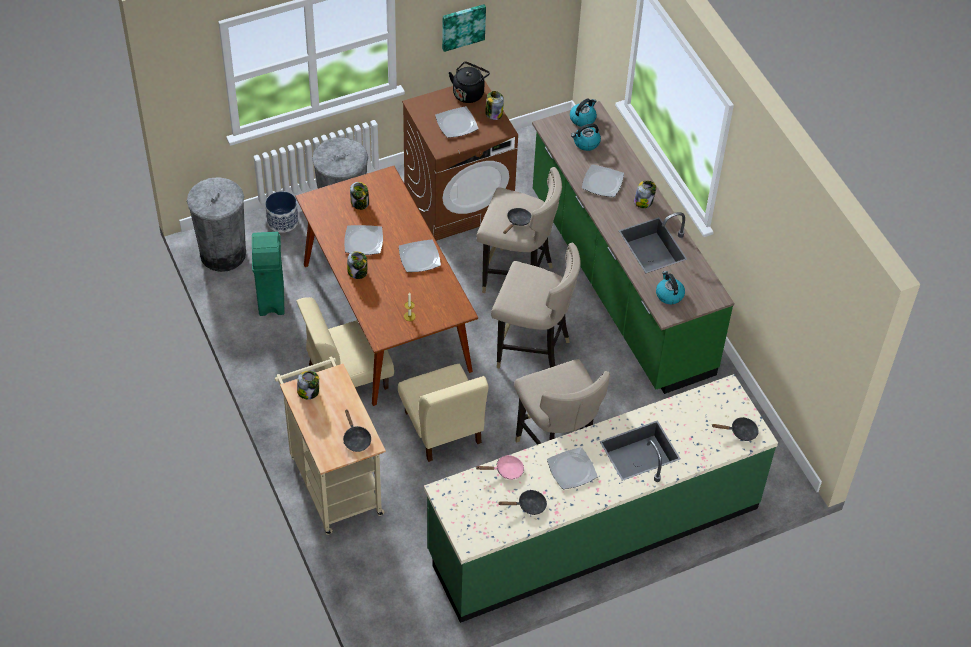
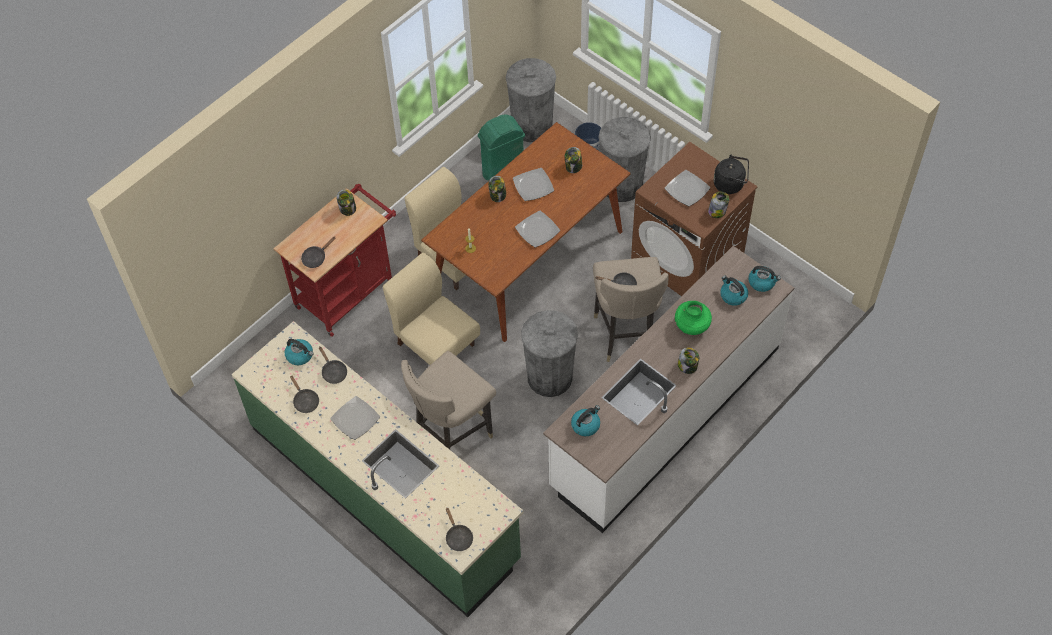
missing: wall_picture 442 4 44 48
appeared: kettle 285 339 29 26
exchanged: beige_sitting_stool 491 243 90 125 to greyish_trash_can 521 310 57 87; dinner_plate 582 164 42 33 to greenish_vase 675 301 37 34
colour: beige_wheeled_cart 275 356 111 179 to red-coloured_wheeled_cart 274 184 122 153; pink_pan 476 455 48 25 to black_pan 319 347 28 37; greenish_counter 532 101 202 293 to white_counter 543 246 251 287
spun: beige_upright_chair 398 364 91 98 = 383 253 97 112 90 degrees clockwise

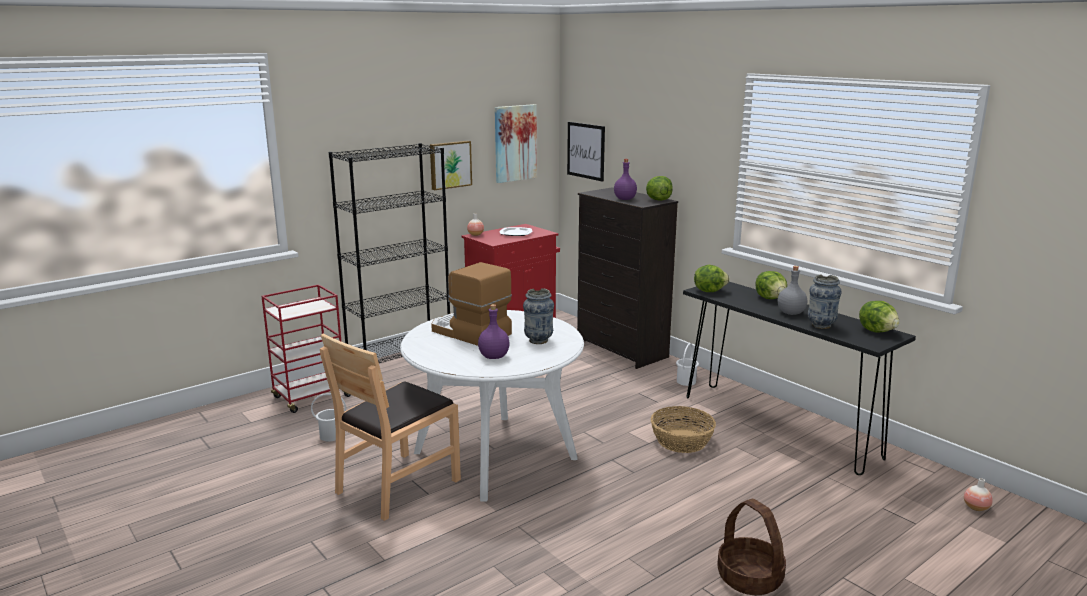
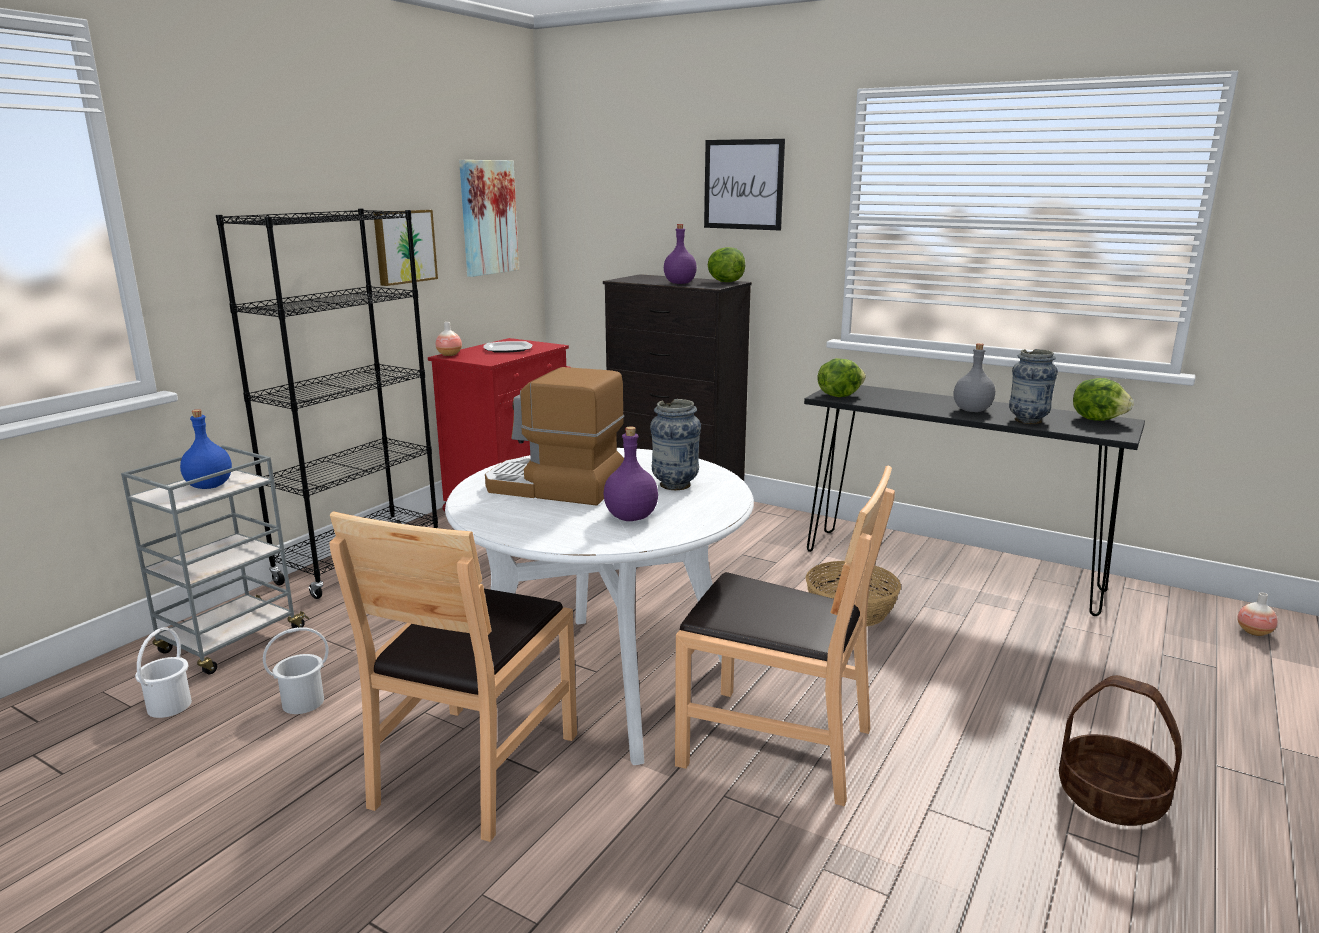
missing: lettuce 755 271 32 28
appeared: blue_bottle 180 409 52 80; brown_upright_chair 675 466 220 340
relocated: wall_picture 567 122 38 60 to 704 139 81 91; white_bucket 676 343 23 43 to 135 628 57 90
colour: red-coloured_wheeled_cart 261 284 90 129 to greyish_wheeled_cart 121 445 188 229

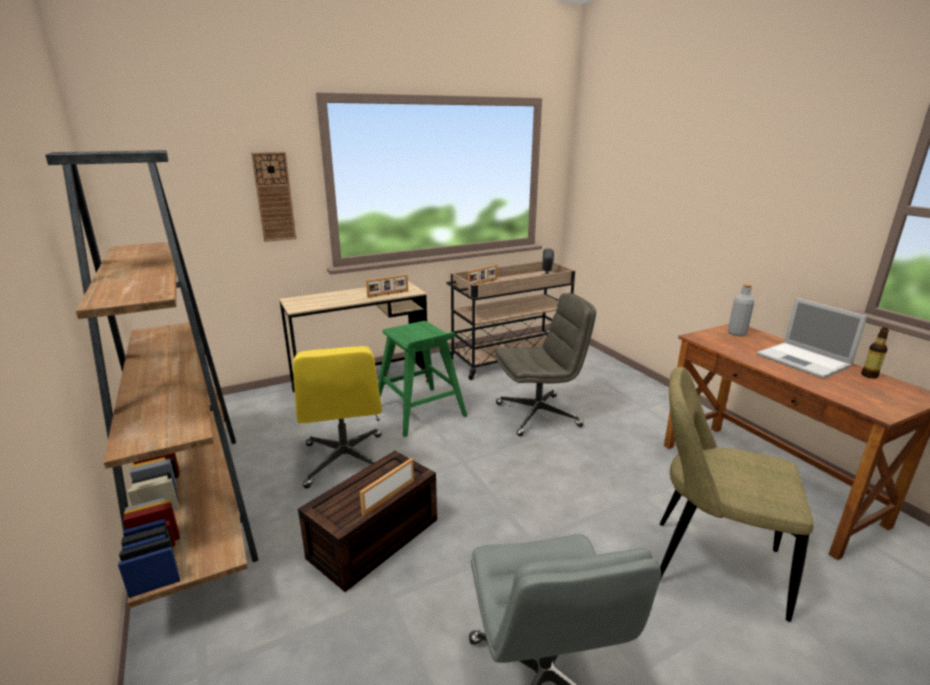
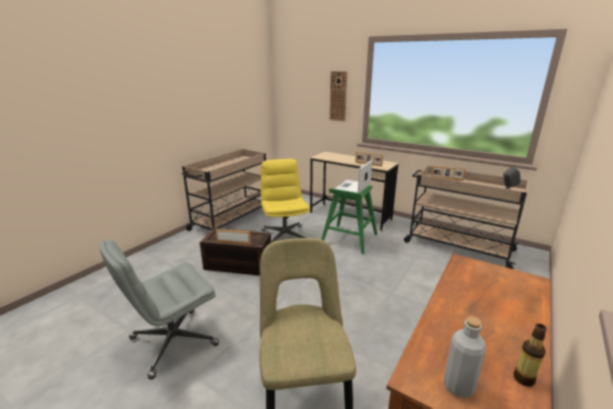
missing: greyish_desk_chair 495 293 101 143
relocated: greyish_bottle 728 284 26 52 to 444 316 42 82; notebook_computer 756 298 111 81 to 334 160 38 33
exchanged: brown_bookshelf 45 150 213 458 to beige_wheeled_cart 182 149 84 82
spun: yellow-coloured_desk_chair 293 346 89 142 = 261 159 49 84 120 degrees clockwise

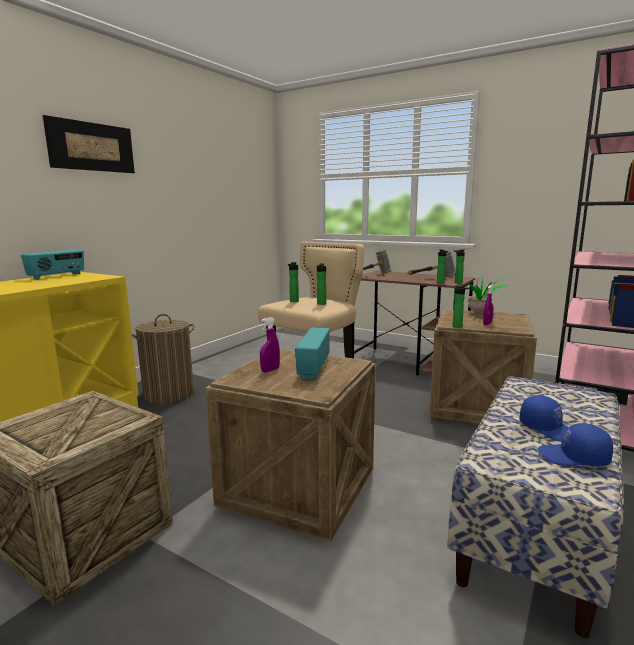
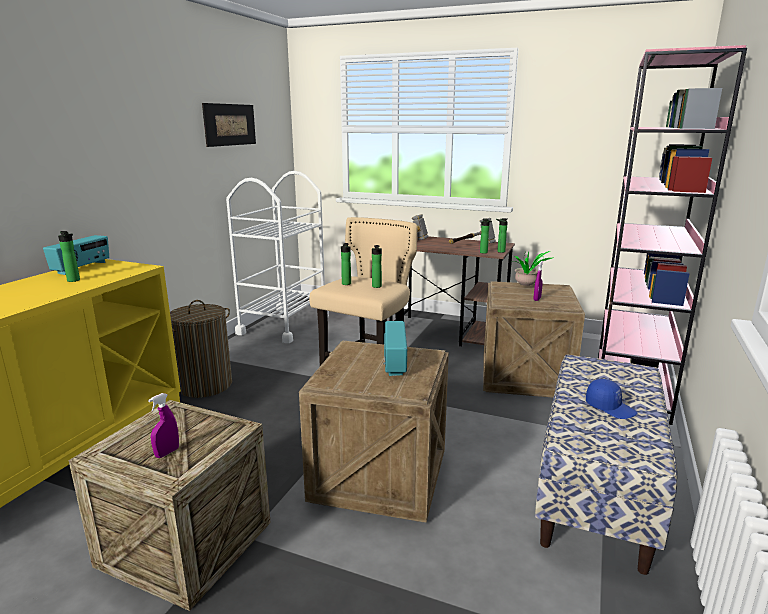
missing: blue_cap 538 423 75 44
appeared: white_wheeled_cart 226 171 103 172
relocated: wall_picture 43 115 92 58 to 202 103 54 44; purplish_hand_sprayer 260 317 20 56 to 148 393 31 65; bottle 452 285 17 43 to 58 231 22 51

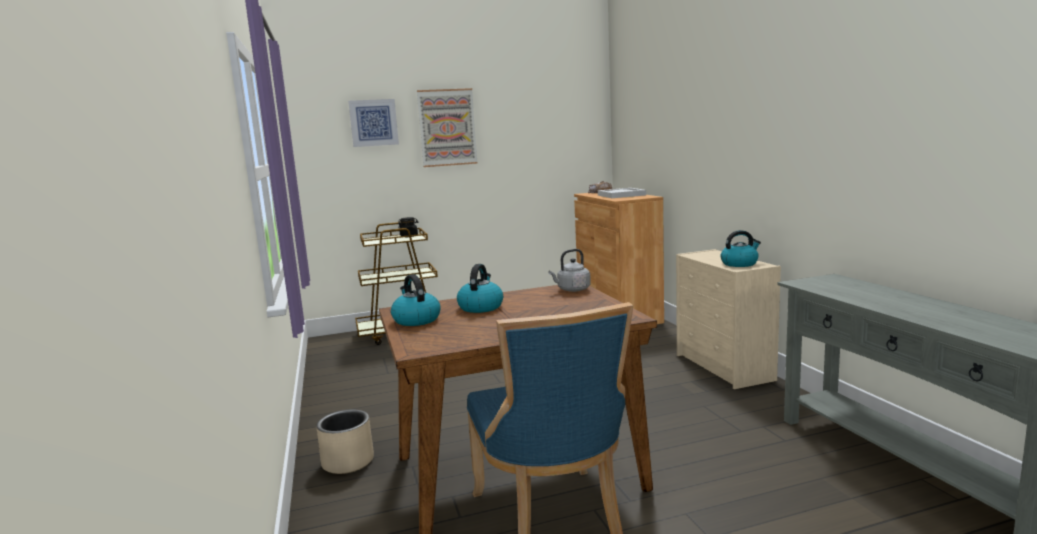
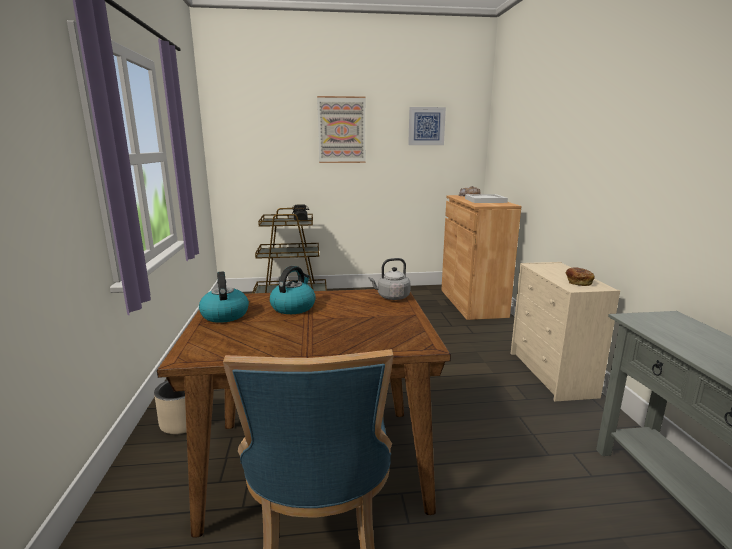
relocated: wall_picture 348 99 51 48 to 408 107 38 38
exchanged: kettle 721 230 40 37 to bakery_bread 566 267 29 19

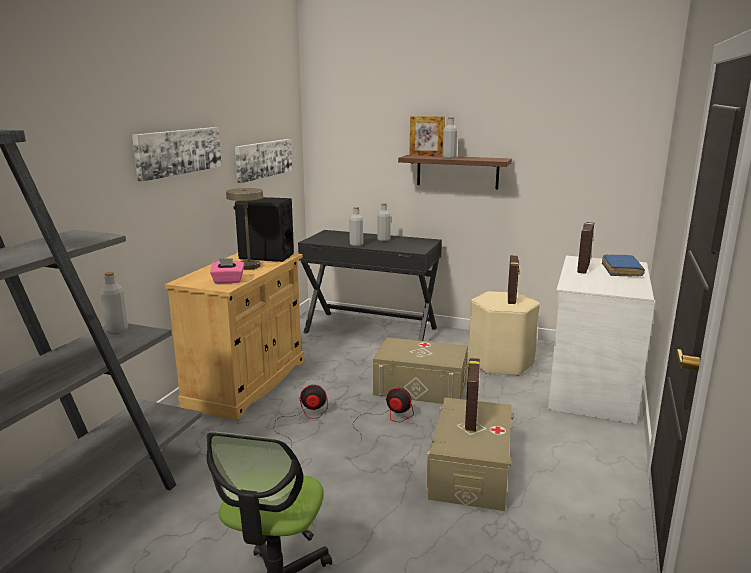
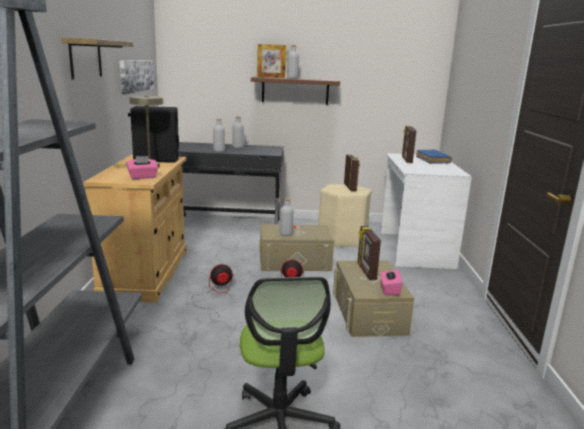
appeared: pink_tissue_box 380 269 23 26
relocated: greyish_bottle 100 272 28 61 to 280 198 14 38
exchanged: wall_picture 132 127 90 55 to shelf 61 37 72 42

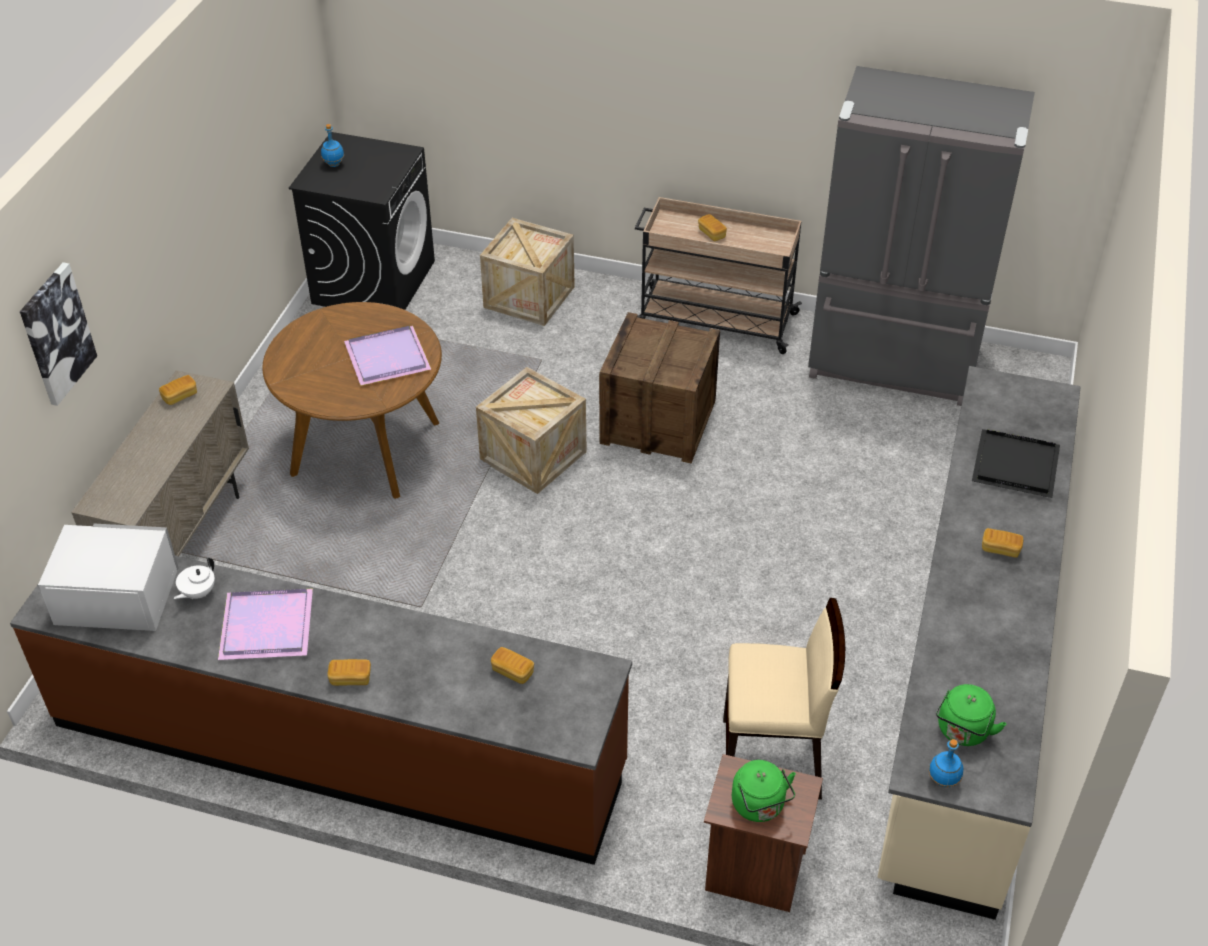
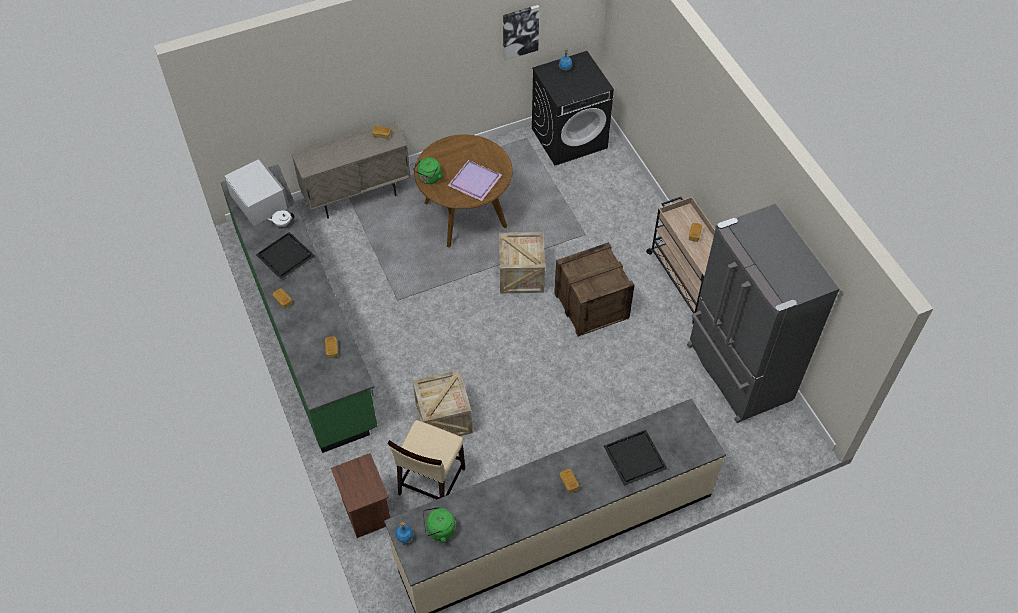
relocated: wall_picture 20 262 77 144 to 503 5 36 55; shipping_crate 480 218 95 108 to 413 370 60 66; greenish_kettle 732 760 64 62 to 413 158 31 26
colour: brown_counter 10 556 622 309 to greenish_counter 220 165 158 288; purplish_carrying_tray 218 588 95 72 to black_carrying_tray 256 232 59 47
spun: beige_upright_chair 723 598 122 201 = 388 420 77 79 60 degrees clockwise

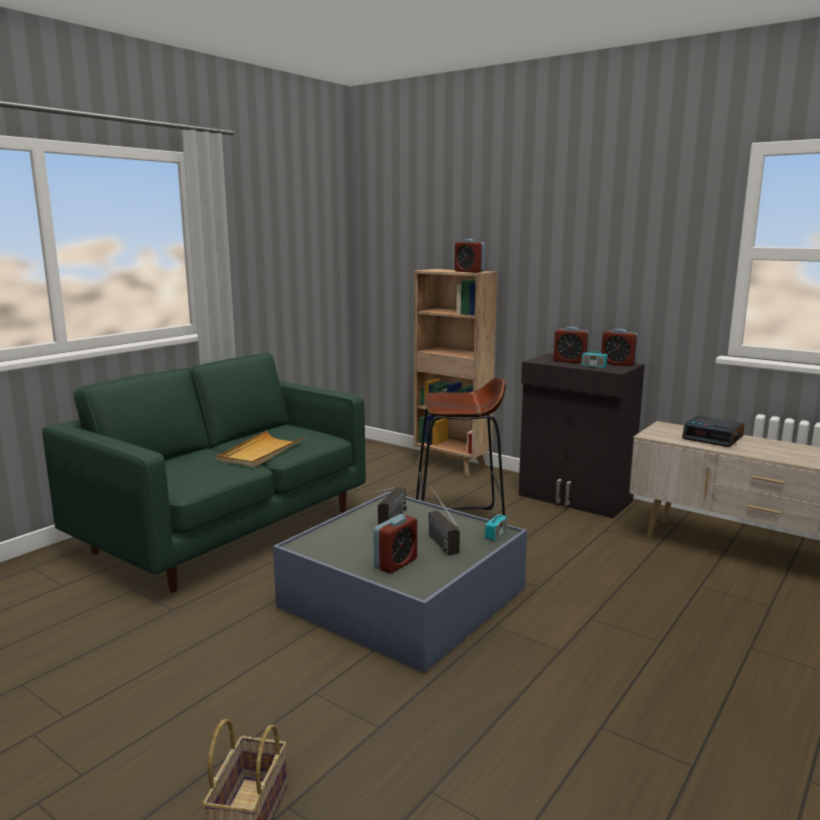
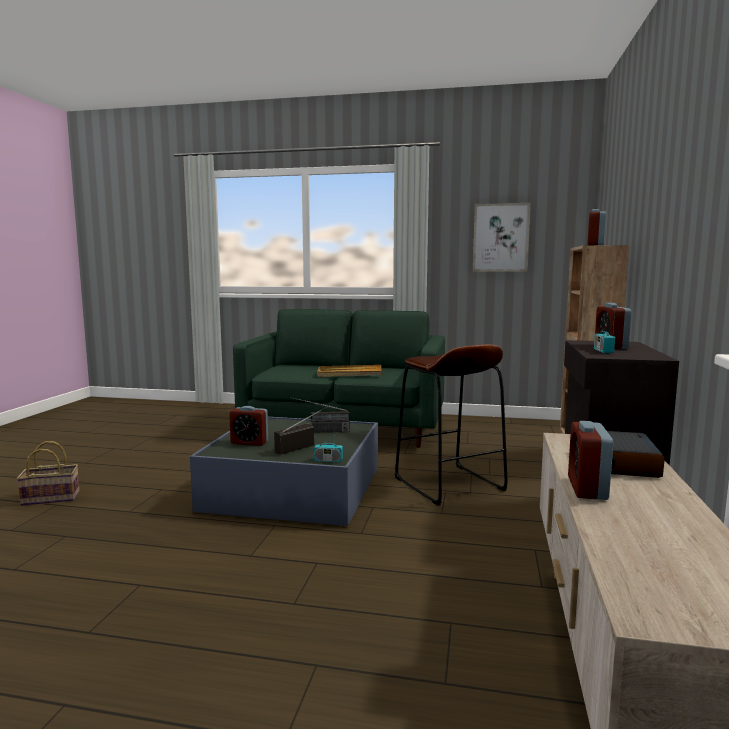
appeared: wall_picture 473 203 58 69
relocated: alarm_clock 601 329 37 37 to 568 421 45 79

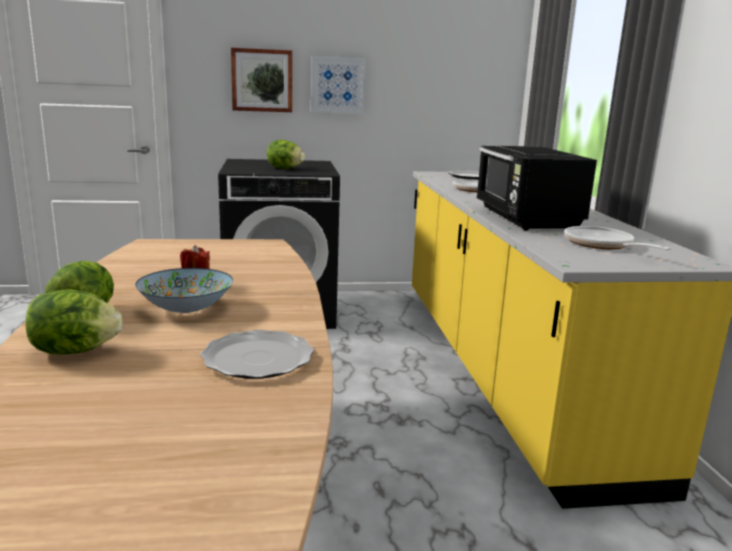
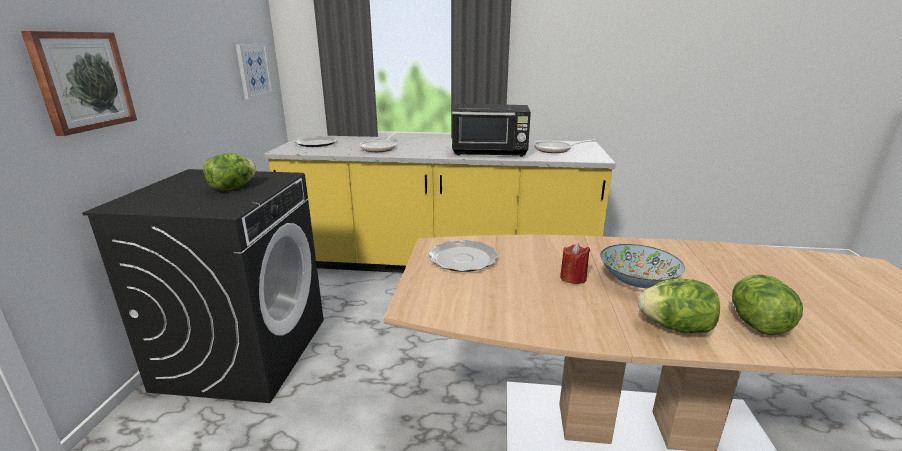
relocated: dinner_plate 200 330 114 49 to 428 240 71 32; wall_picture 311 56 55 58 to 236 44 37 55

